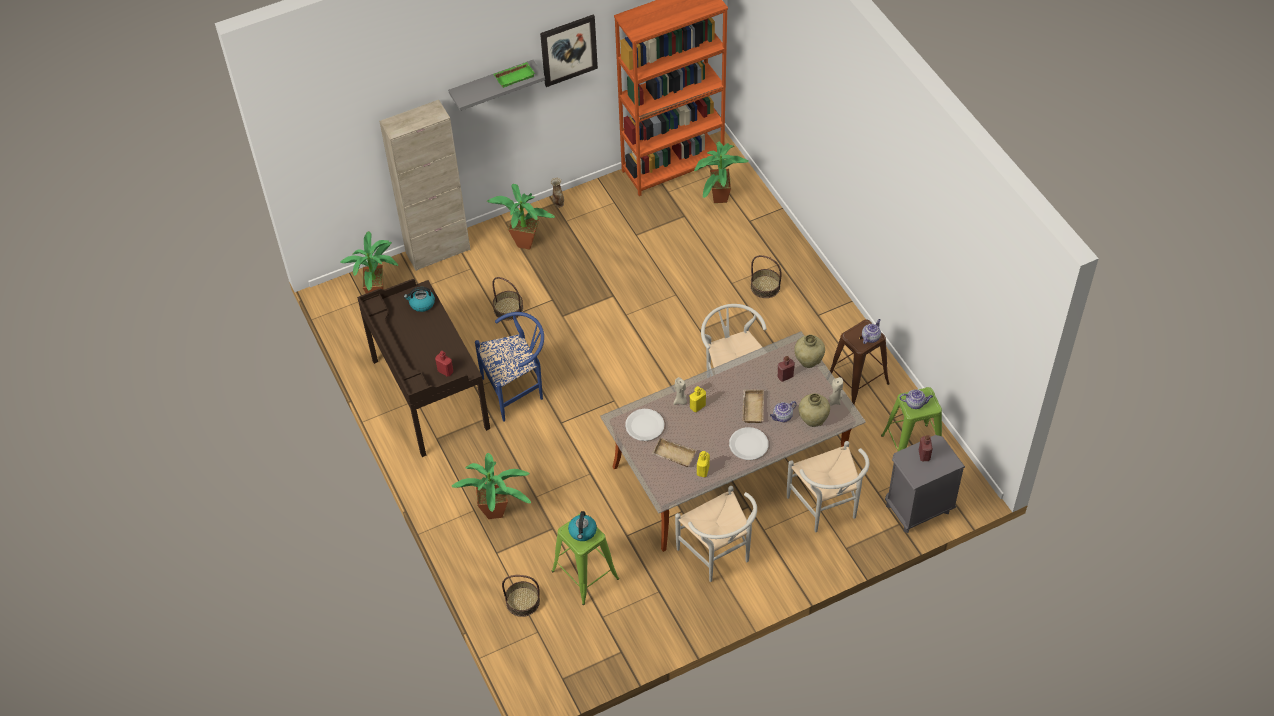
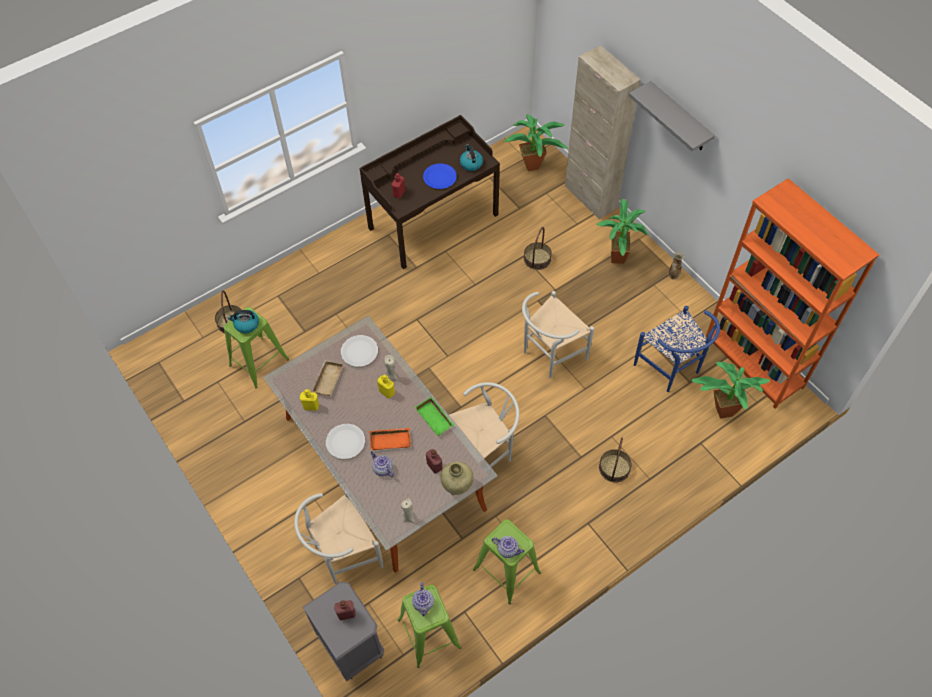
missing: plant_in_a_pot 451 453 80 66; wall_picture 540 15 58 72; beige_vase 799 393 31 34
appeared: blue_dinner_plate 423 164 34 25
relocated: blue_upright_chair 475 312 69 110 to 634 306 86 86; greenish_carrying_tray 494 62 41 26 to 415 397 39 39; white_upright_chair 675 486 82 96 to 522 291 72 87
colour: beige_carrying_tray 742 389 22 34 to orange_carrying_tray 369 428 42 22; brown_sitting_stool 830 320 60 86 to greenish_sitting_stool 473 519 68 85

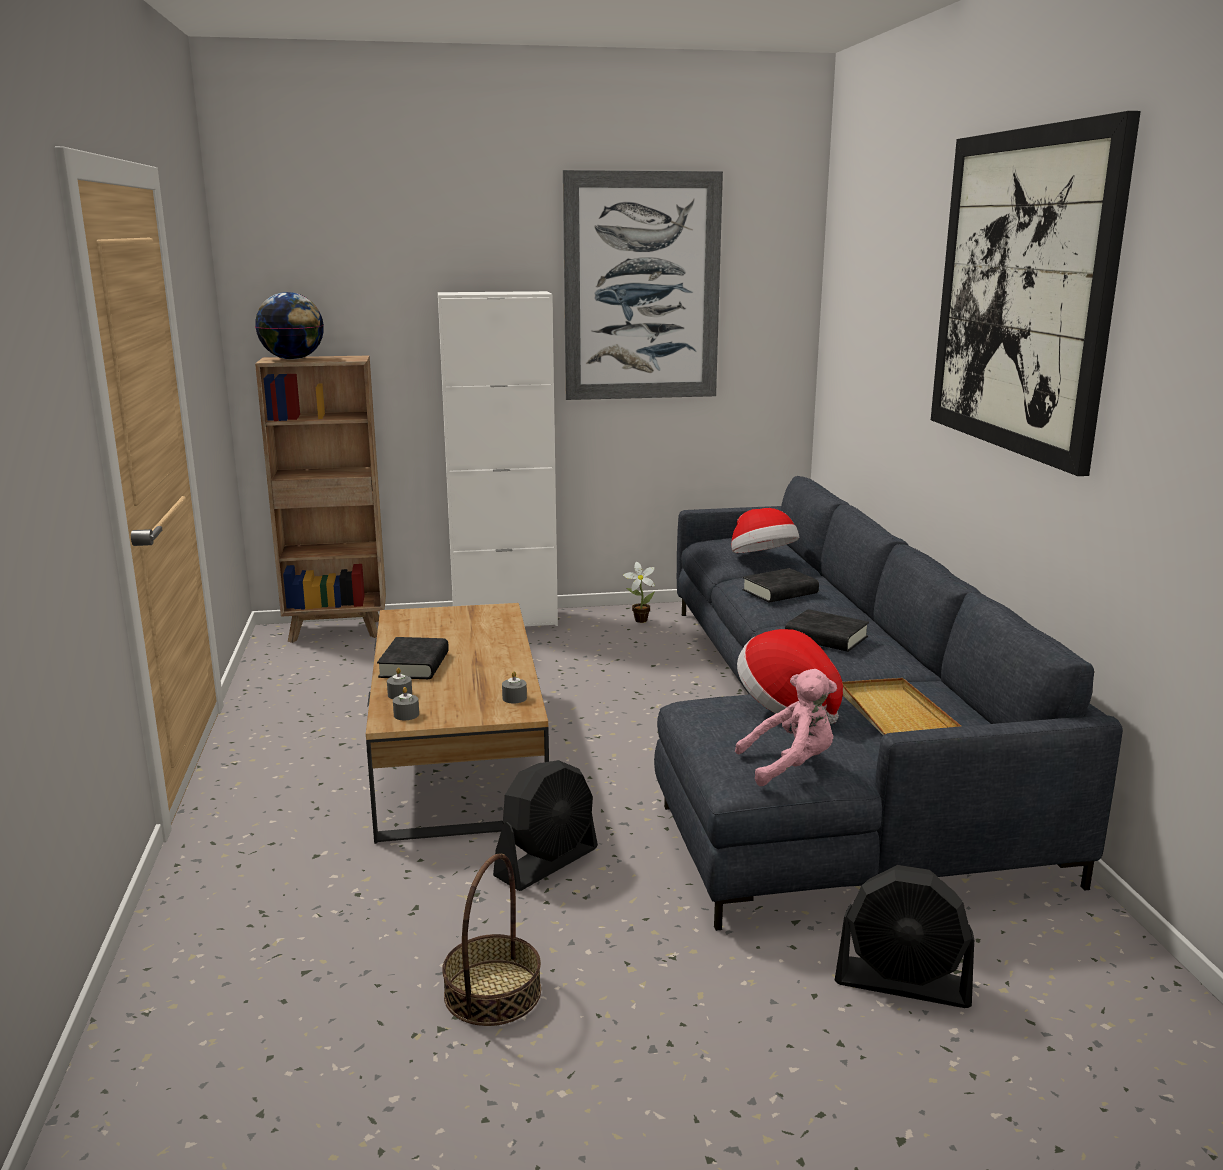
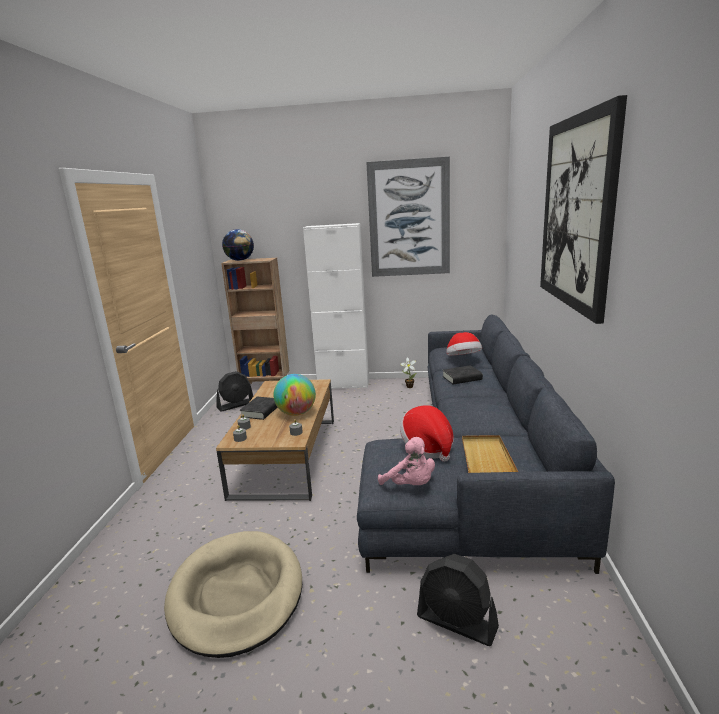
missing: black_volume 785 609 84 43
appeared: globe 274 374 42 42
relocated: black_fan 493 760 105 131 to 217 371 36 41
exchanged: basket 442 853 99 173 to beige_pet_bed 164 531 138 127
spun: pink_soft_toy 735 669 102 117 = 378 437 57 48 45 degrees clockwise

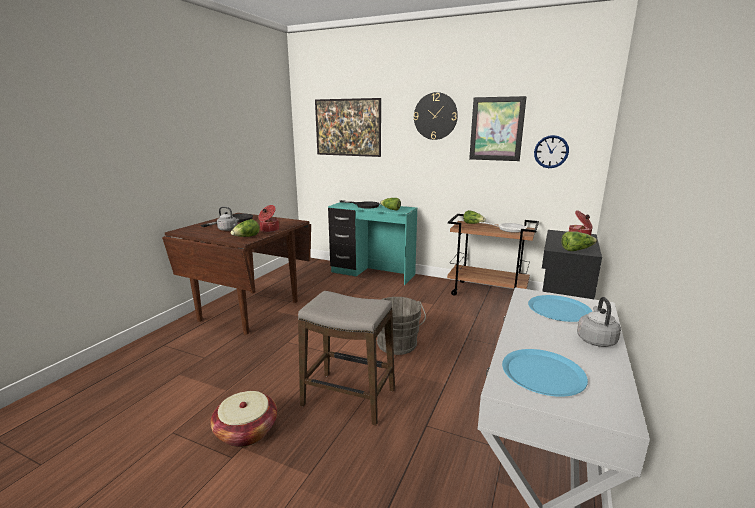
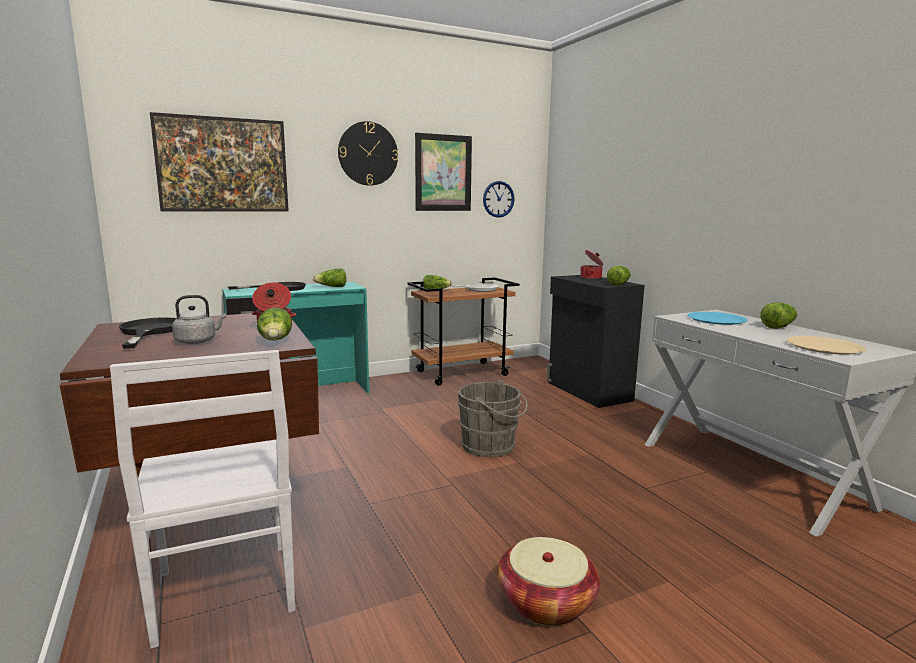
missing: sitting_stool 298 291 97 134
appeared: white_upright_chair 110 350 185 298
exchanged: greyish_kettle 577 297 44 50 to lettuce 760 303 37 26
colour: blue_dinner_plate 502 349 86 48 to beige_dinner_plate 787 336 79 19

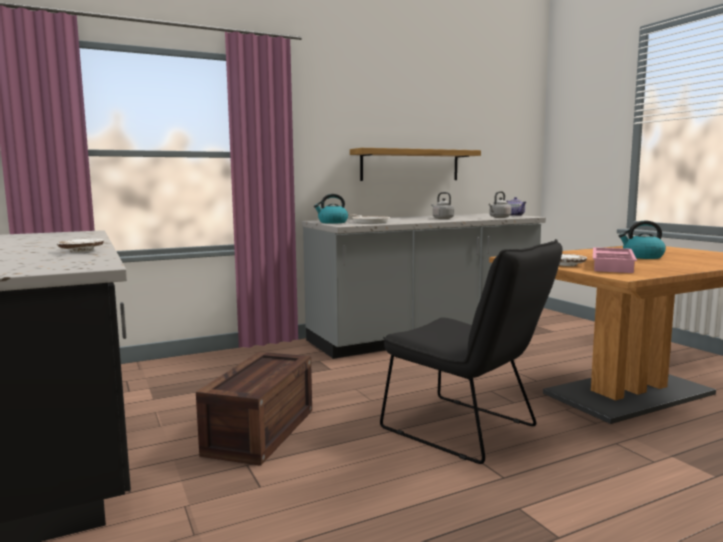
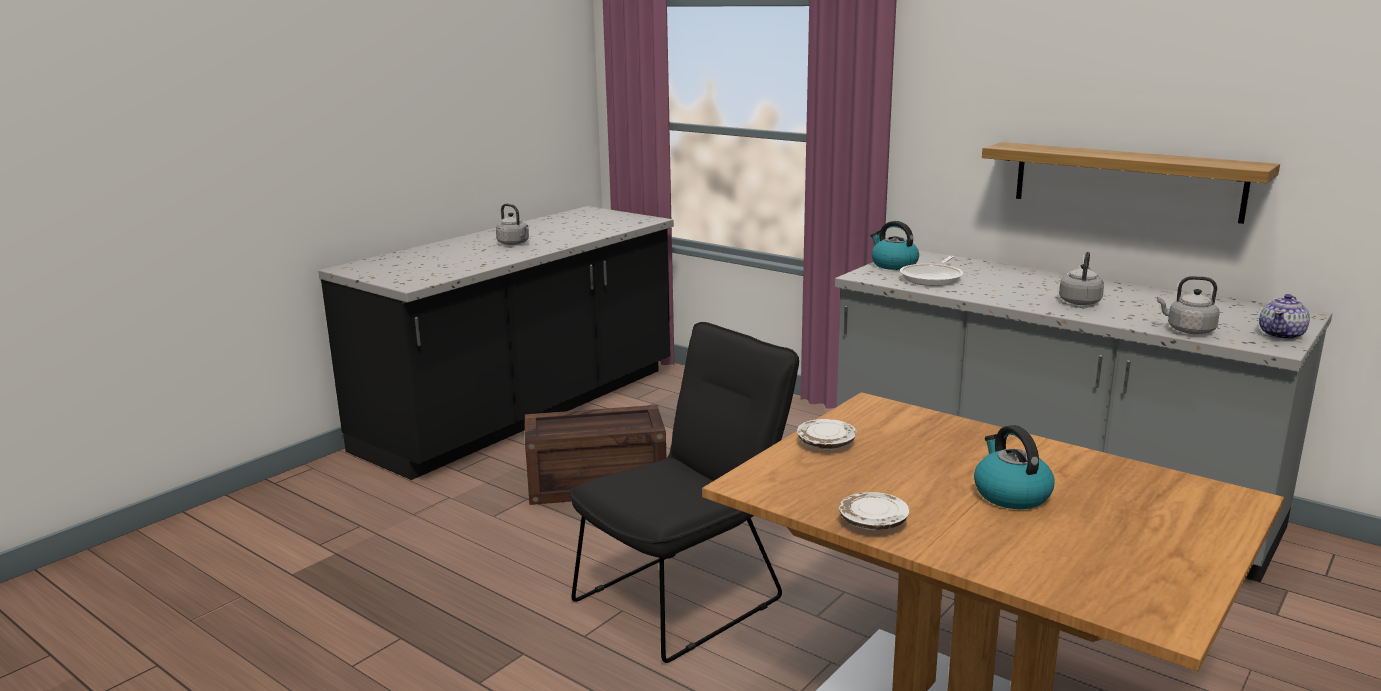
missing: pink_carrying_tray 593 247 44 26
appeared: greyish_kettle 496 204 33 41
relocated: white_dinner_plate 57 239 47 14 to 839 492 70 38
spun: black_upright_chair 380 239 183 225 = 569 322 230 341 150 degrees counterclockwise

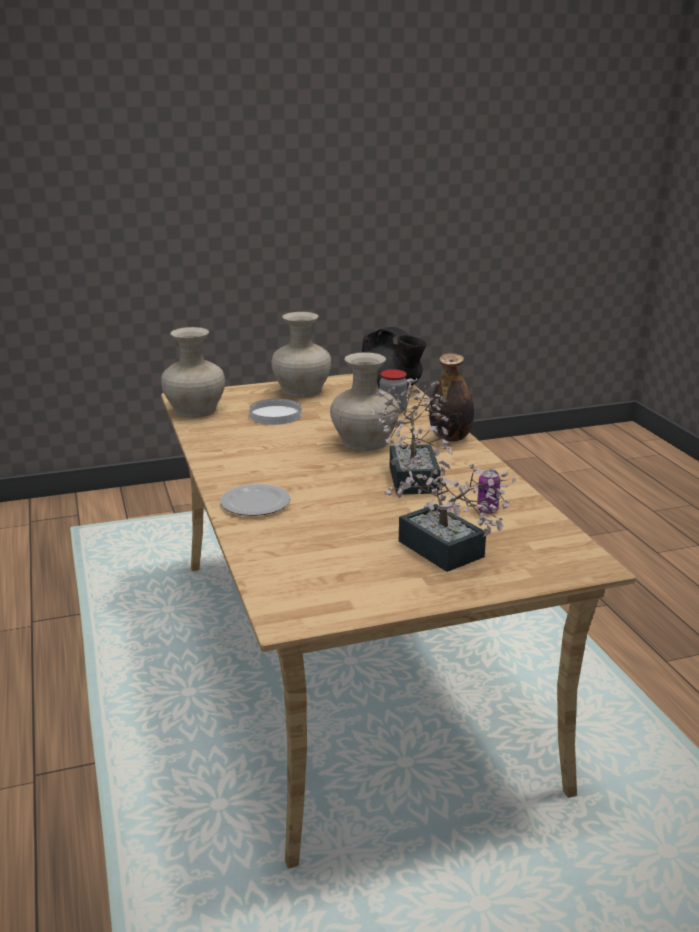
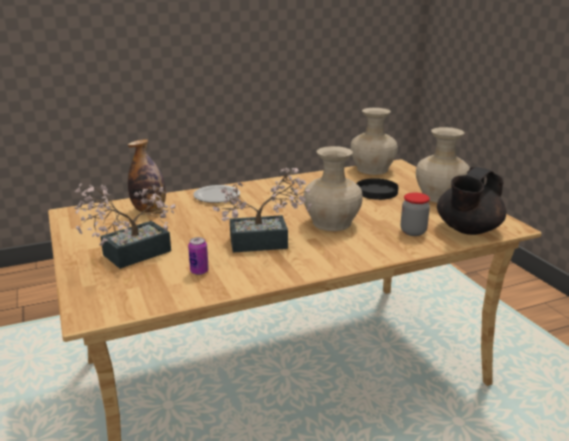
relocated: bottle 429 353 45 88 to 128 139 38 74
colour: white_dinner_plate 249 399 52 26 to black_dinner_plate 356 178 42 22

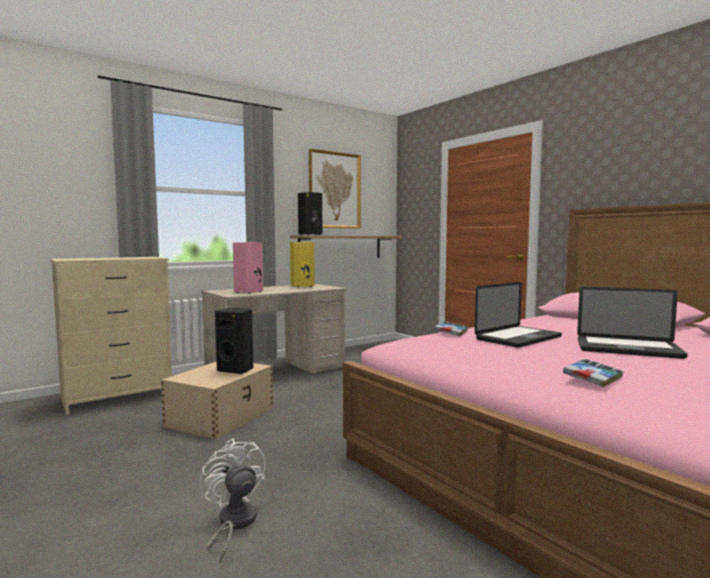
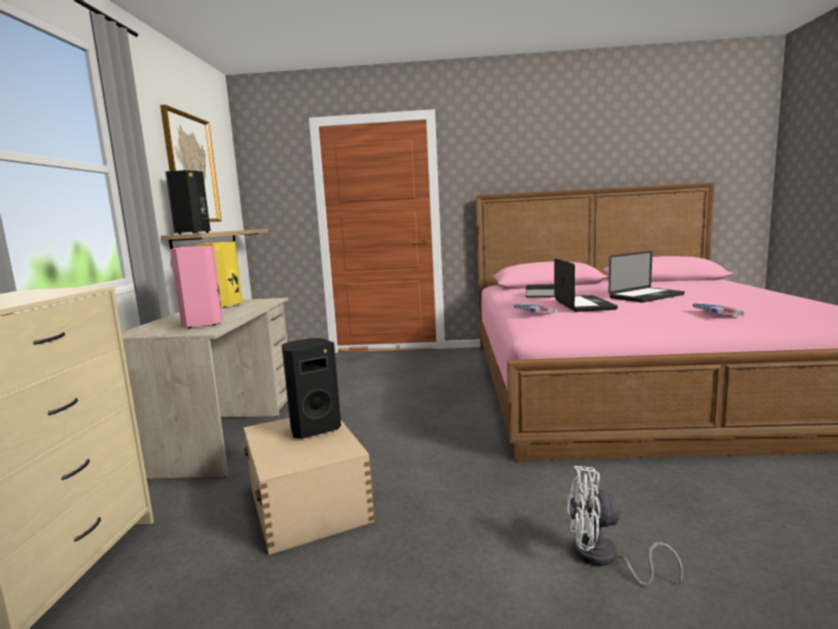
appeared: black_volume 526 284 29 13

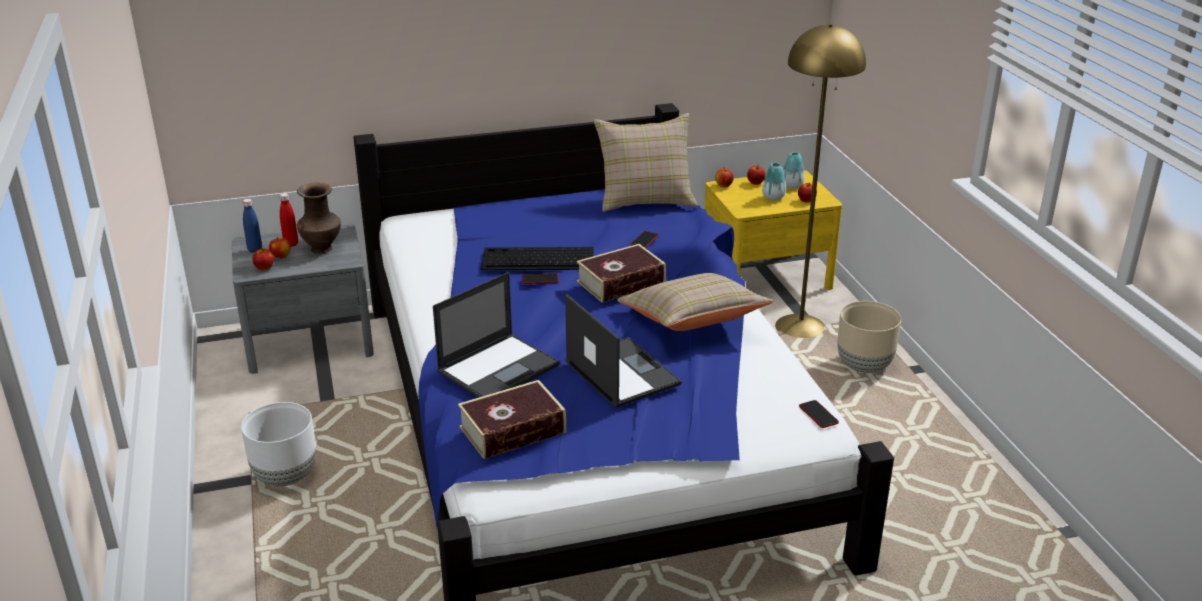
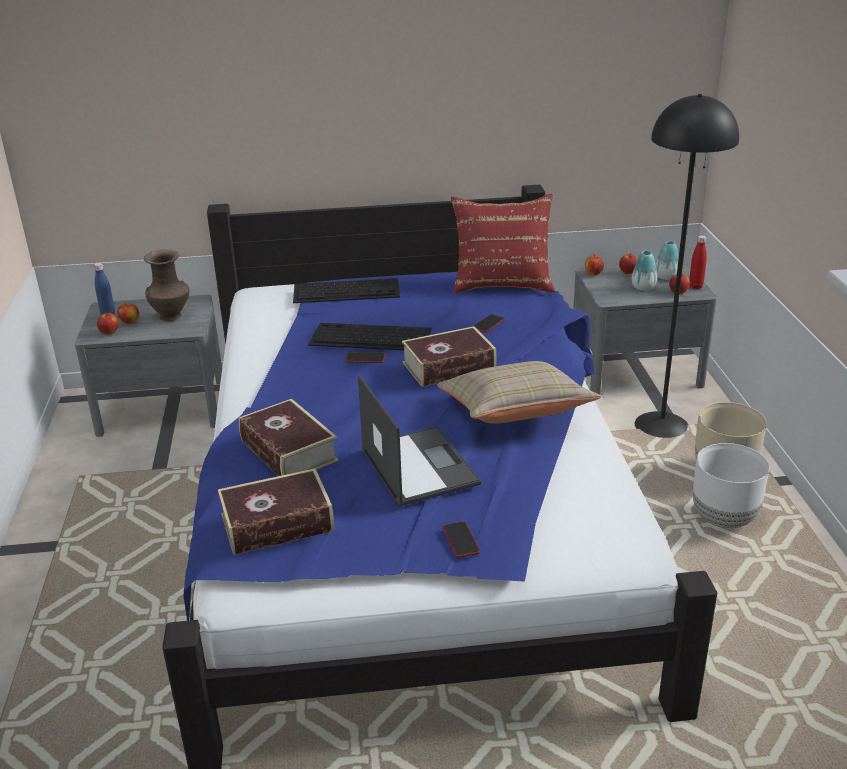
appeared: keyboard 293 278 107 25
relocated: white_planter 241 402 75 84 to 693 443 77 85; red-coloured_bottle 280 193 18 54 to 689 235 18 54; handset 799 400 40 28 to 442 522 38 36
exchanged: notebook_computer 433 272 127 126 to volume 239 399 100 77
colour: beige_pillow 594 113 104 99 to red-coloured_pillow 451 194 104 99; yellow-coloured_bedside_table 705 170 137 120 to greyish_bedside_table 573 262 144 132; yellow-coloured_standard_lamp 775 24 91 314 to black_standard_lamp 635 94 104 344

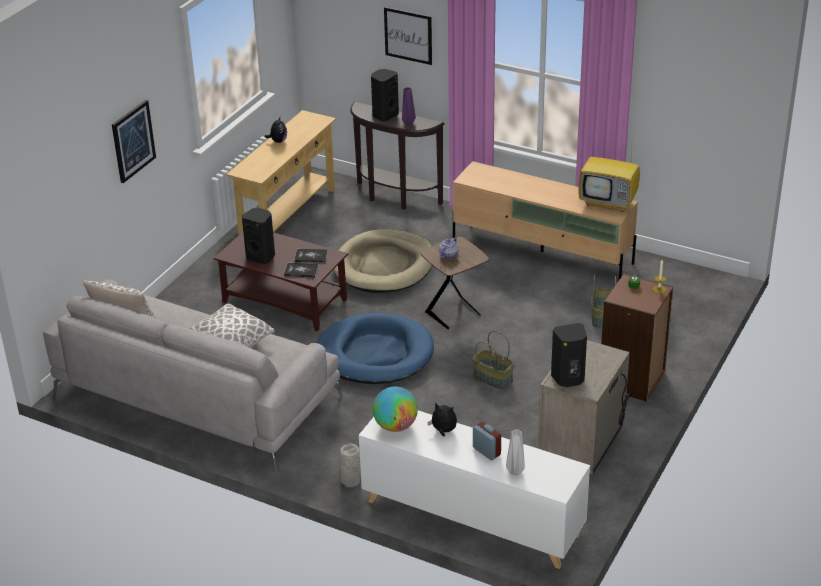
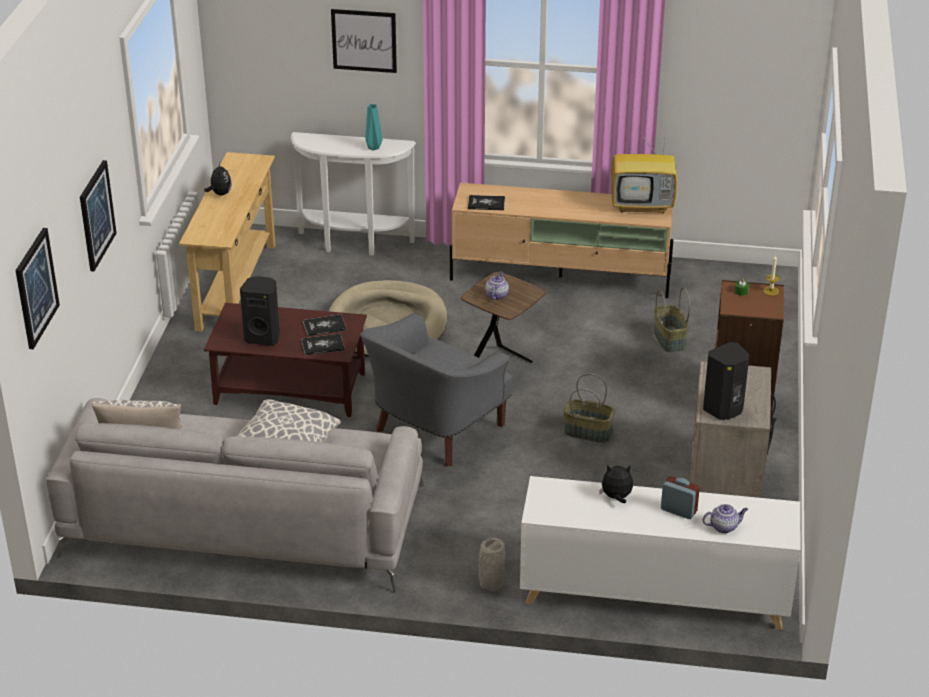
missing: black_audio_speaker 371 69 28 53; globe 373 386 45 46
appeared: wall_picture 15 228 45 121; volume 468 195 37 15
exchanged: blue_pet_bed 317 313 117 71 to greyish_armchair 360 313 153 153; greyish_vase 506 429 19 46 to tea_pot 702 504 46 29
colour: brown_narrow_table 350 102 94 108 to white_narrow_table 291 132 125 124; purplish_vase 402 87 14 38 to turquoise-coloured_vase 365 104 18 46

